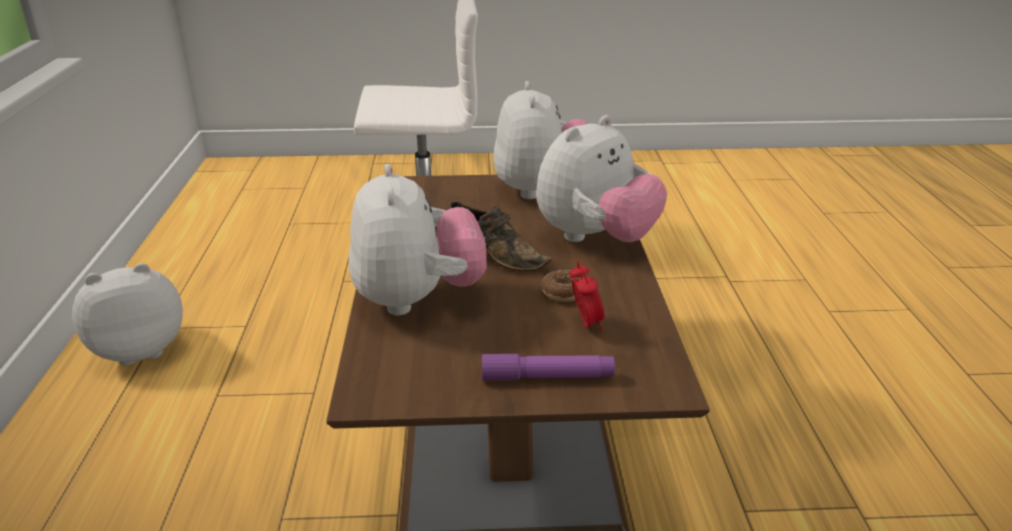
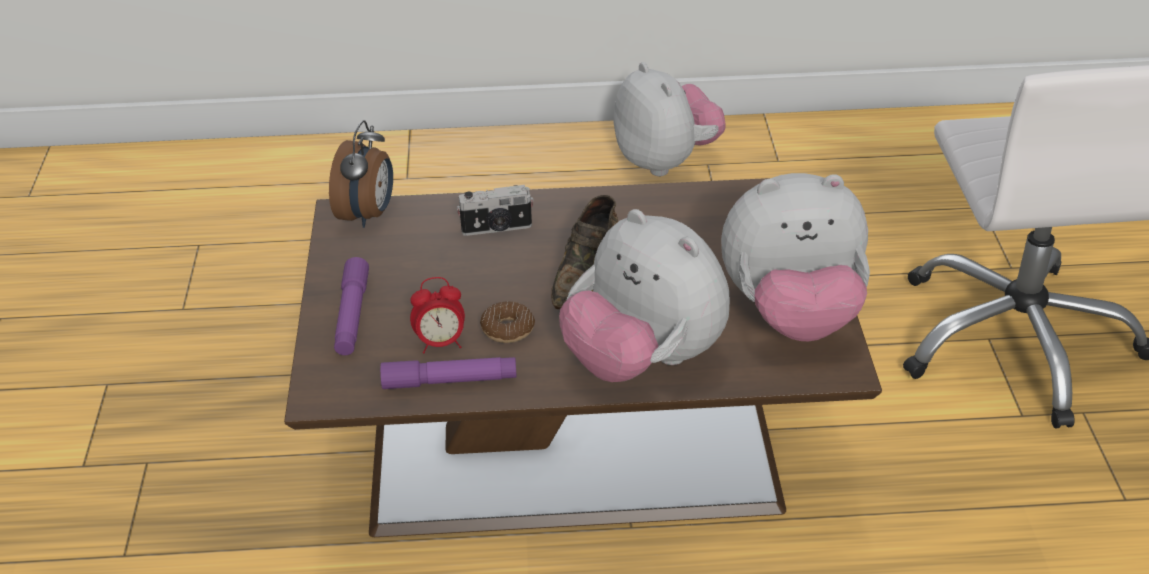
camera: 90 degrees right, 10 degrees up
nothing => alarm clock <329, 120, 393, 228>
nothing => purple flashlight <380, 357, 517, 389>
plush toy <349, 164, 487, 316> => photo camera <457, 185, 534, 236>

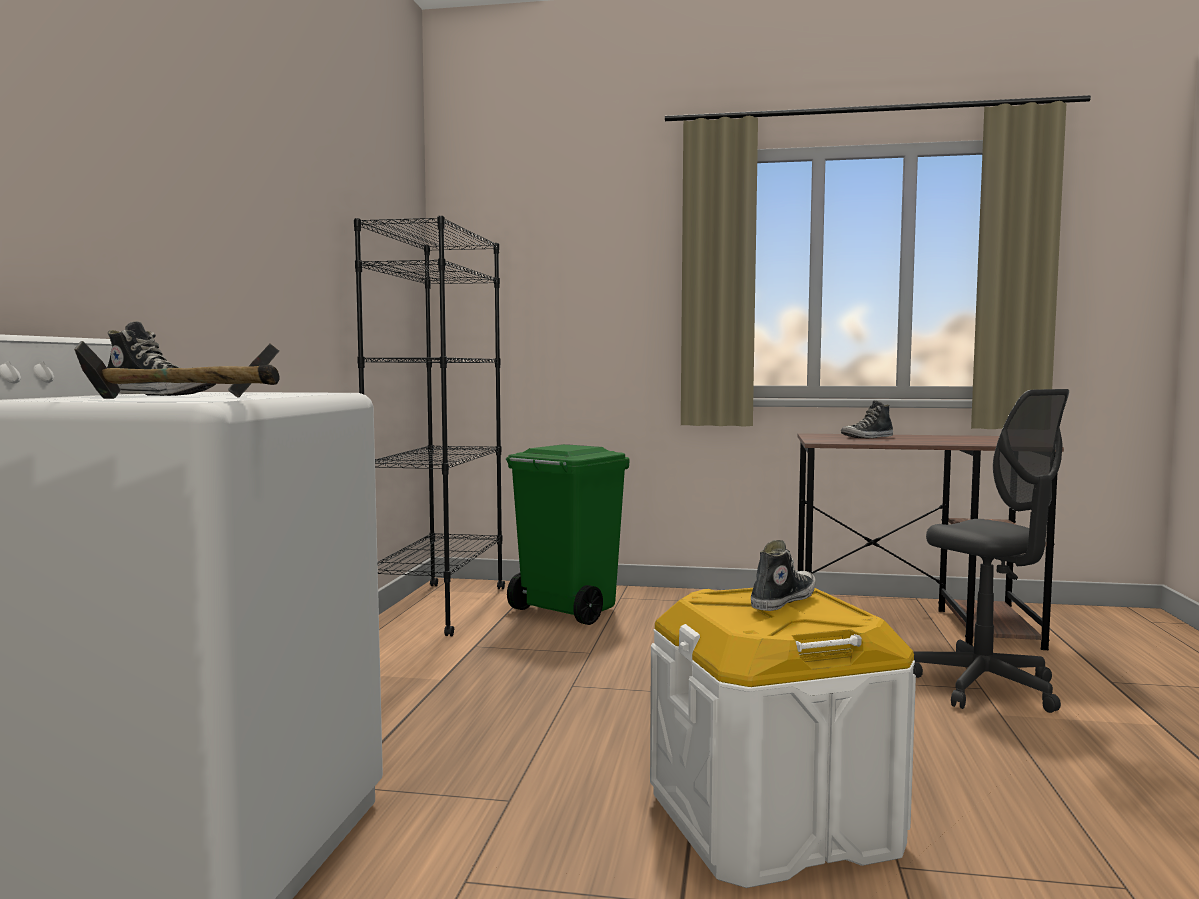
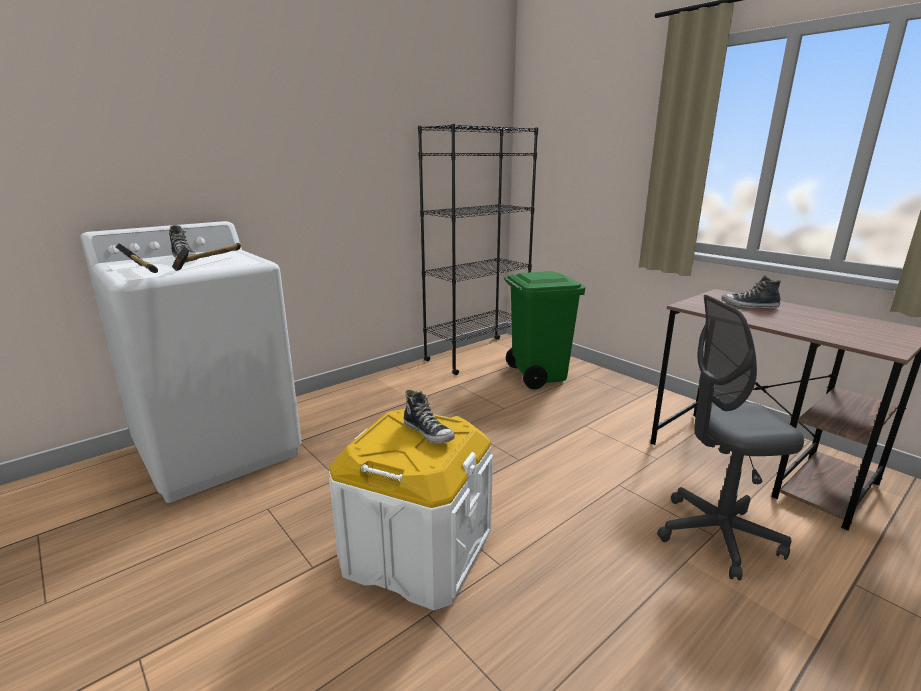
camera: 40 degrees right, 15 degrees up
shoe <751, 540, 816, 611> => shoe <404, 390, 455, 443>, 60 degrees clockwise
grey office chair <913, 389, 1069, 713> => grey office chair <657, 295, 804, 581>, 75 degrees clockwise

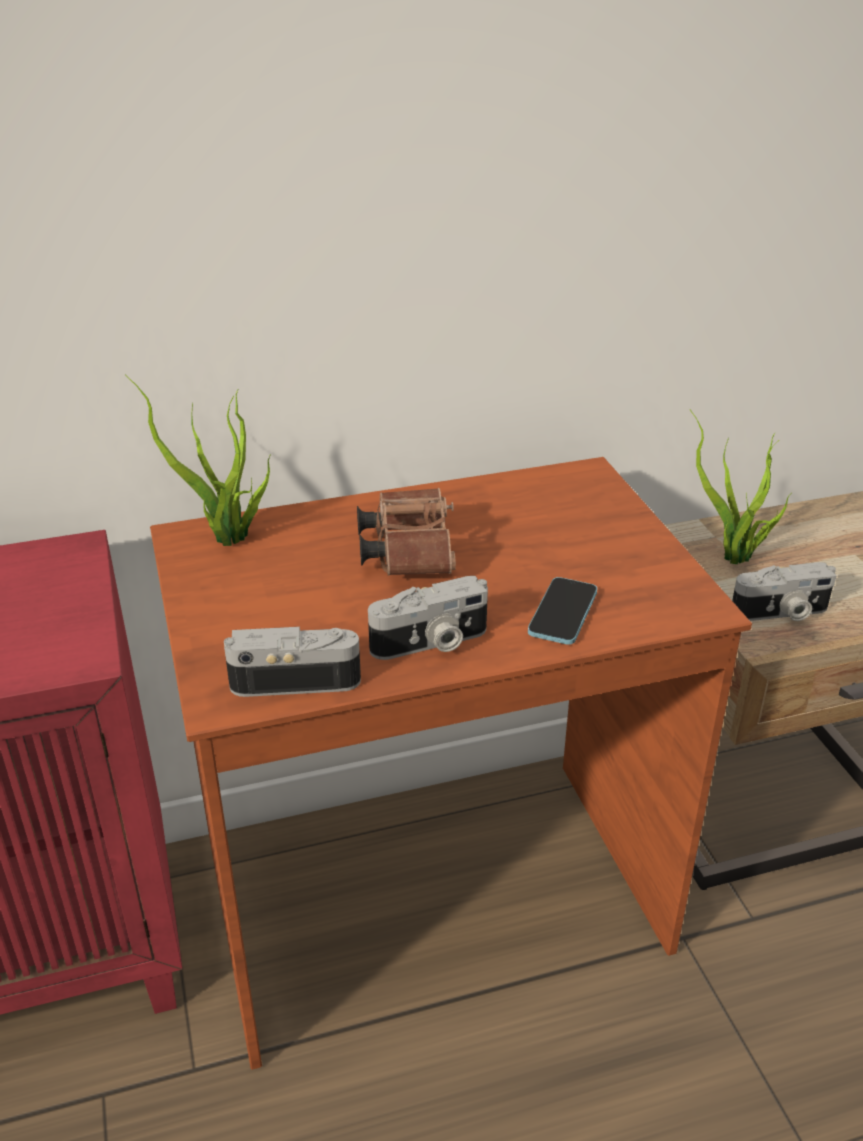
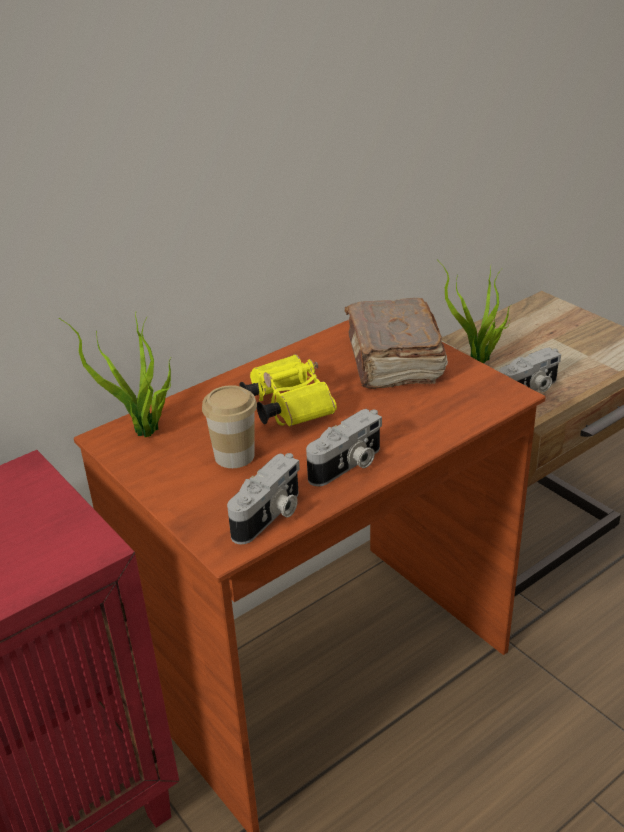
camera: 20 degrees left, 0 degrees up
nothing => cup <202, 385, 257, 468>
photo camera <224, 627, 361, 697> => photo camera <227, 453, 300, 544>, 150 degrees clockwise
brown binoculars <357, 488, 456, 576> => yellow binoculars <239, 354, 337, 426>
nothing => brown book <345, 298, 448, 389>
phone <528, 577, 597, 645> => nothing

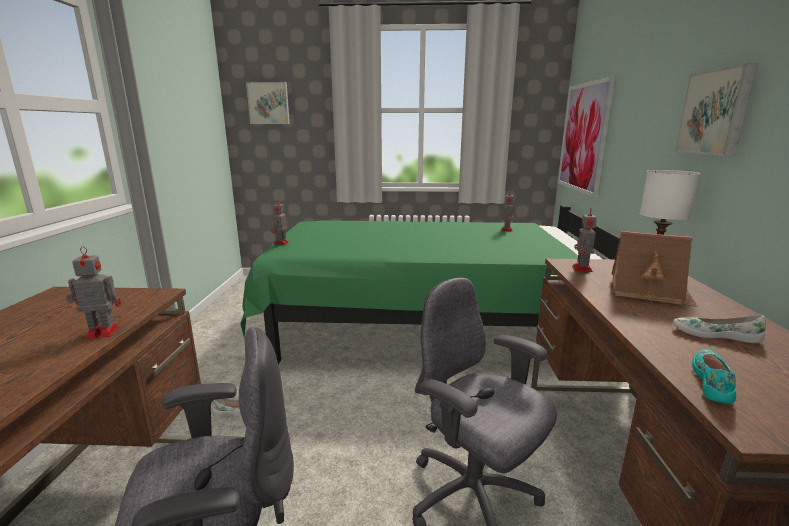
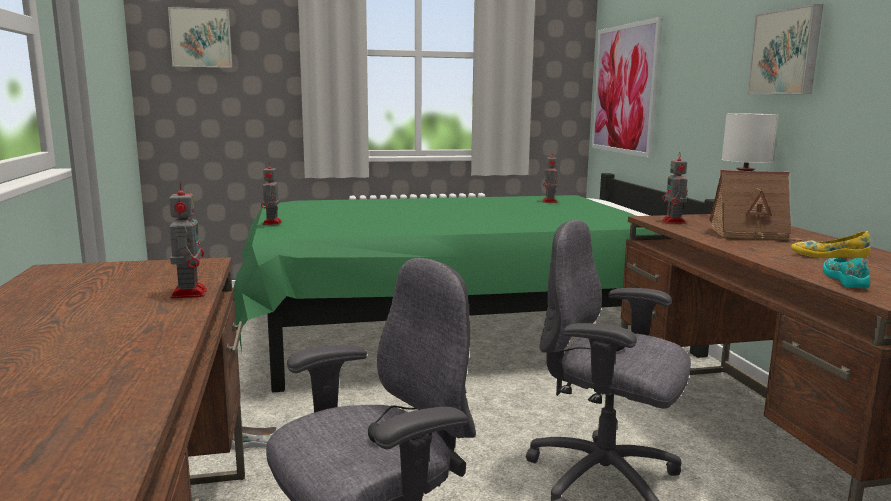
camera: 15 degrees left, 5 degrees down
toy robot <66, 246, 121, 339> => toy robot <169, 180, 207, 298>, 105 degrees clockwise
white shoe <673, 315, 766, 343> => yellow shoe <791, 231, 870, 258>

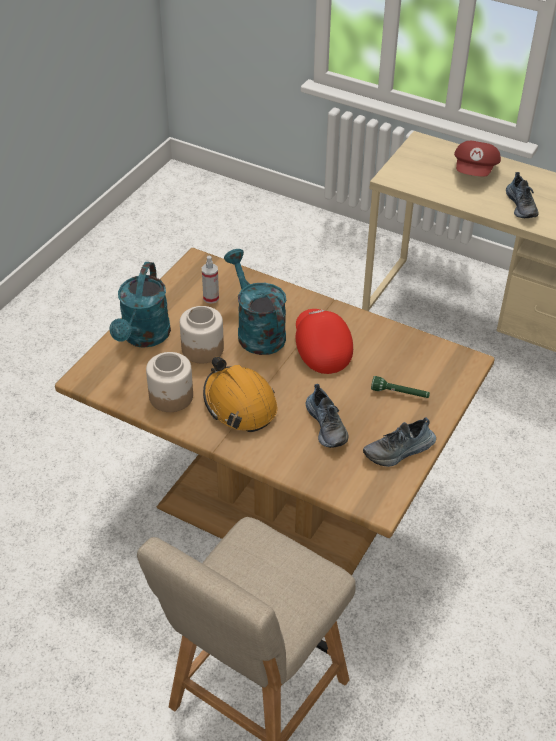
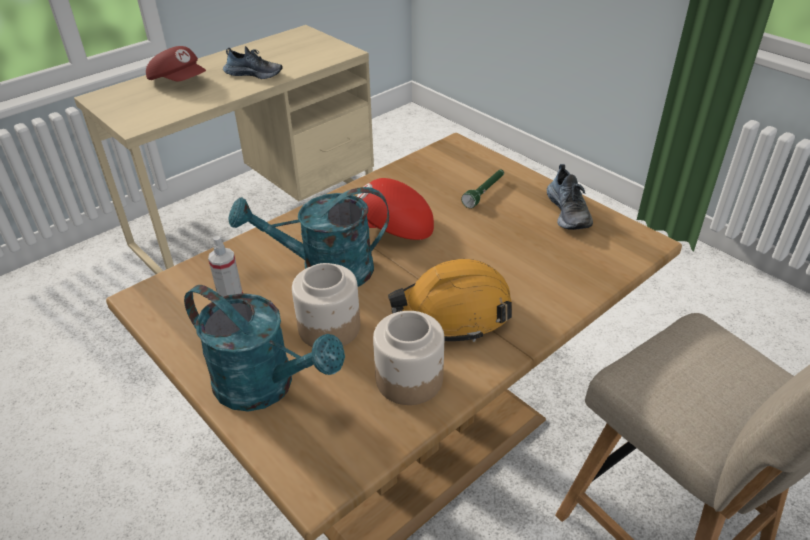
camera: 70 degrees left, 5 degrees down
shoe <306, 384, 348, 448> => nothing

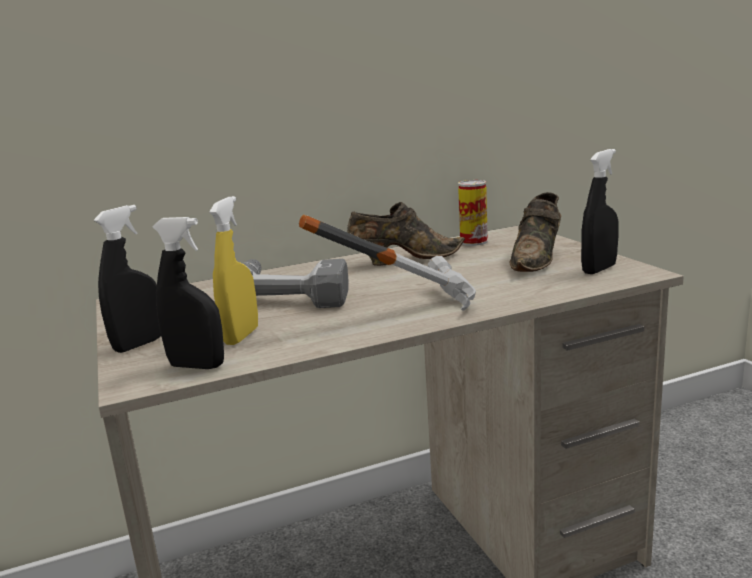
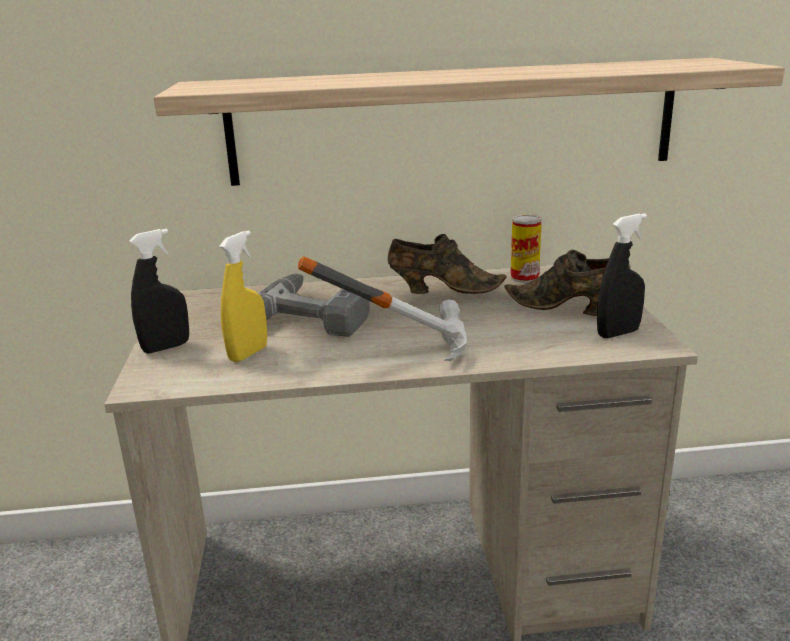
camera: 15 degrees right, 5 degrees up
nothing => shelf <154, 58, 785, 186>
brown shoe <509, 192, 561, 272> => brown shoe <504, 250, 630, 316>, 75 degrees clockwise
black spray bottle <152, 217, 224, 369> => nothing

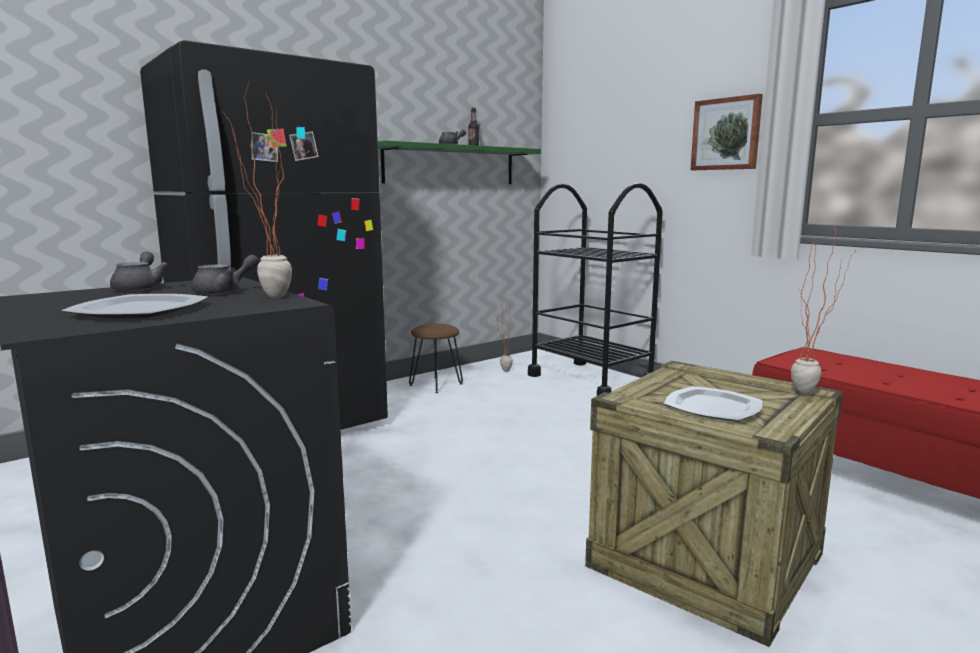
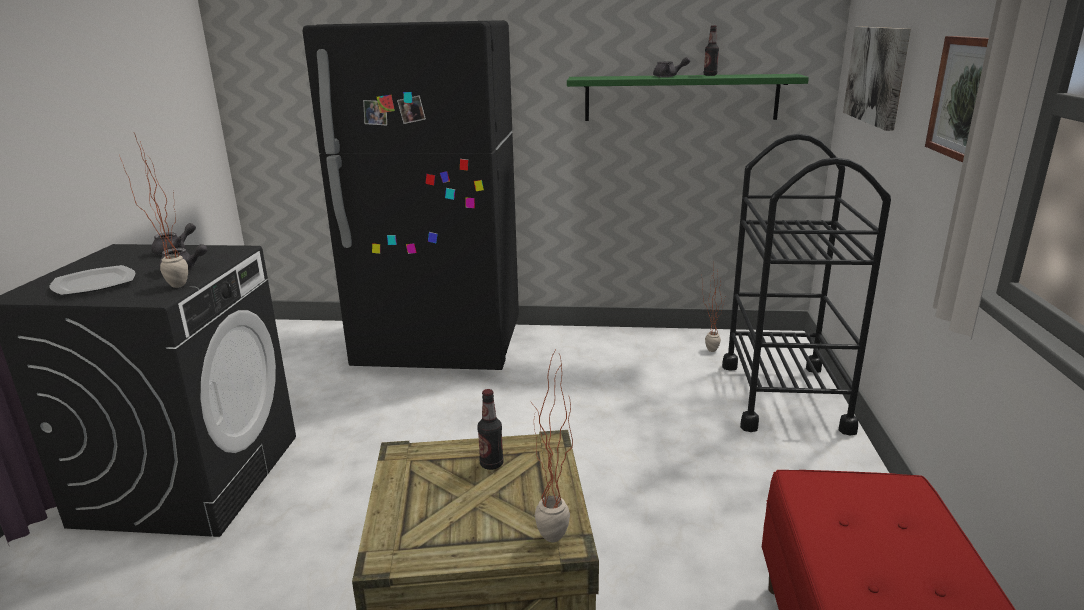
camera: 45 degrees right, 10 degrees up
nothing => bottle <477, 389, 504, 470>
nothing => picture <843, 27, 911, 131>
brown stool <409, 324, 463, 393> => nothing
plate <664, 386, 762, 421> => nothing

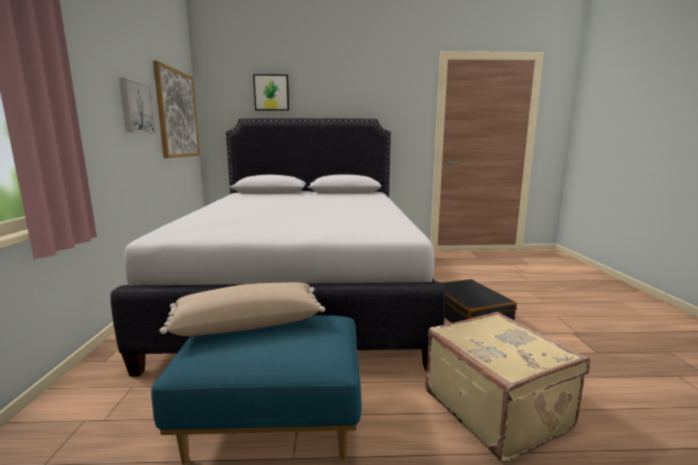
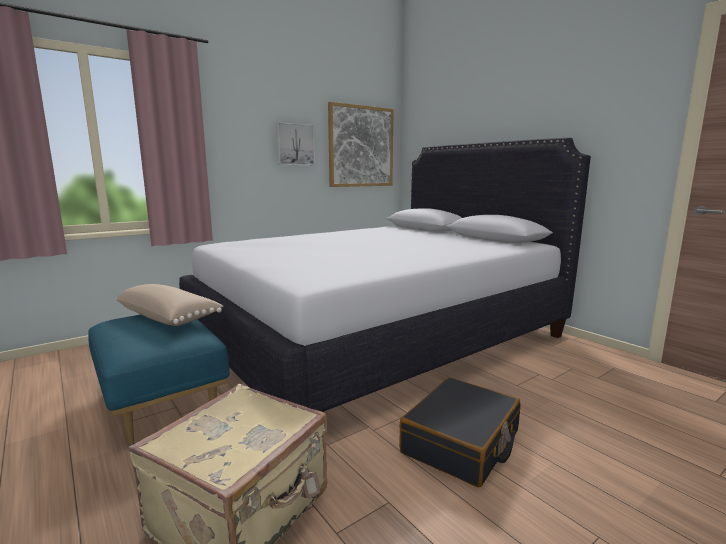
camera: 55 degrees right, 0 degrees up
picture <253, 74, 289, 111> => nothing

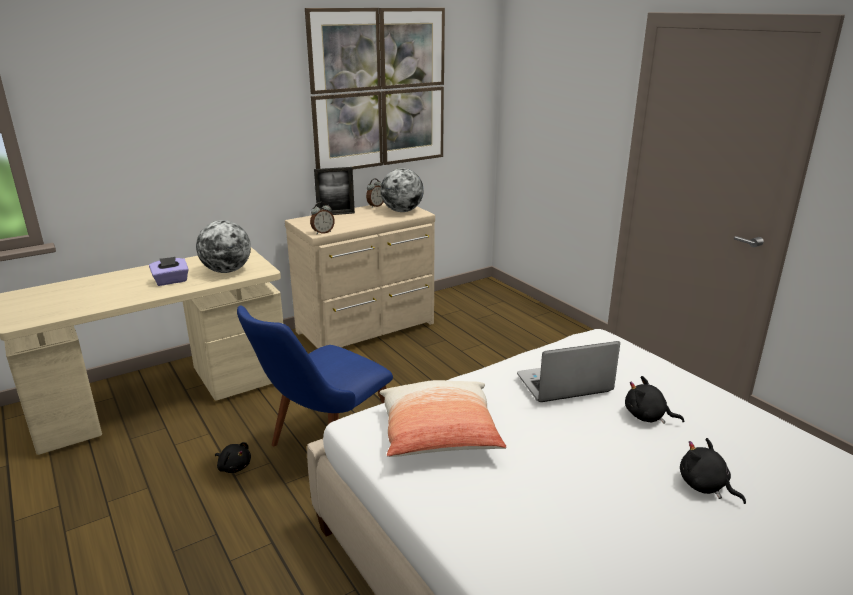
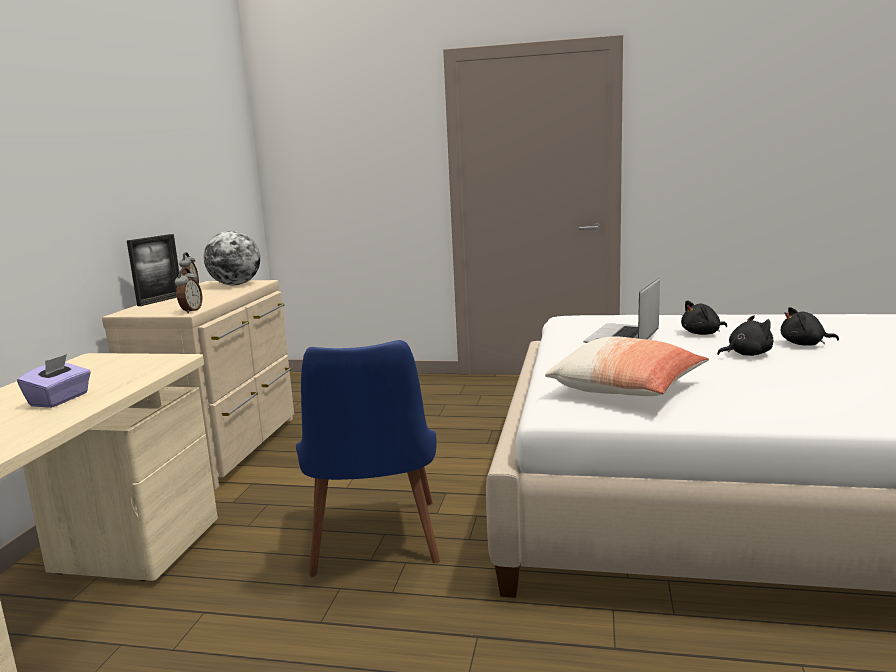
camera: 45 degrees left, 10 degrees down
black plush toy <215, 442, 251, 473> => black plush toy <717, 316, 773, 356>, relocated
globe <196, 220, 251, 273> => nothing
picture <305, 8, 445, 169> => nothing

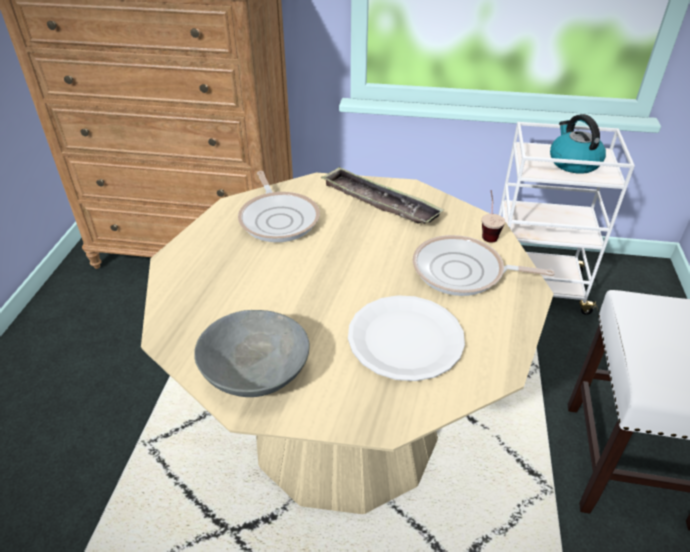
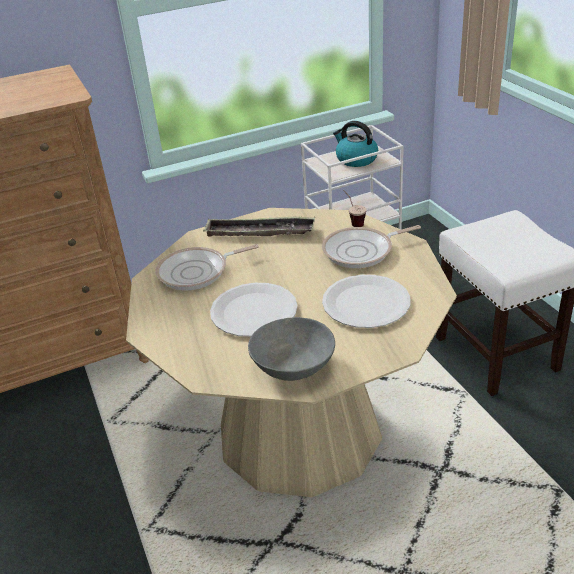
camera: 30 degrees left, 5 degrees down
frying pan <238, 171, 320, 242> => frying pan <155, 244, 259, 290>, 120 degrees clockwise
nothing => white plate <210, 283, 298, 337>

